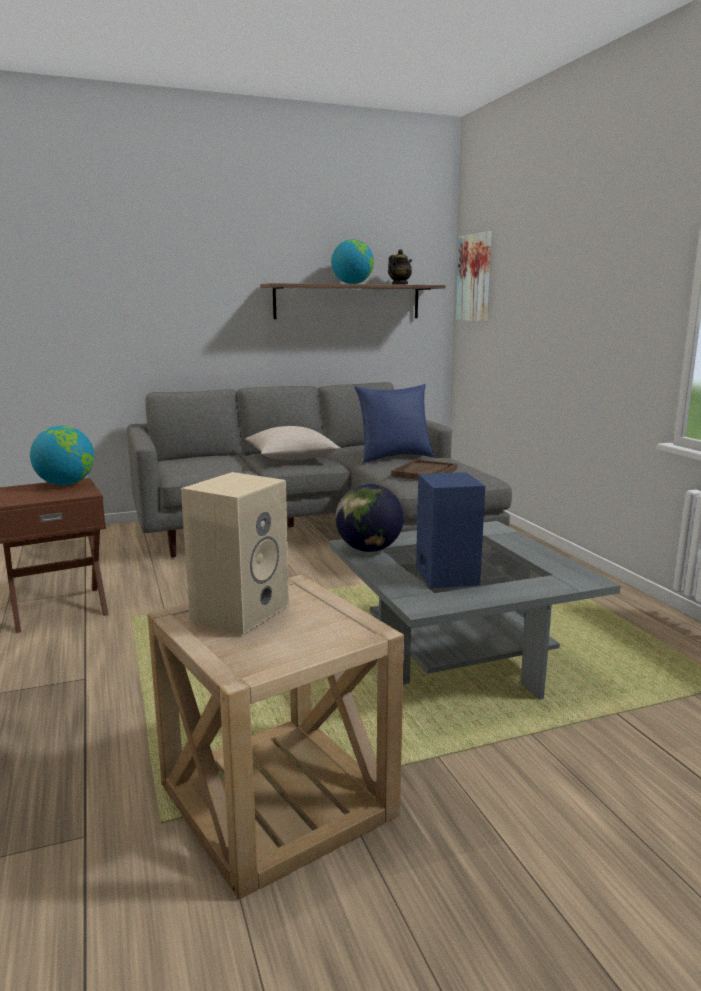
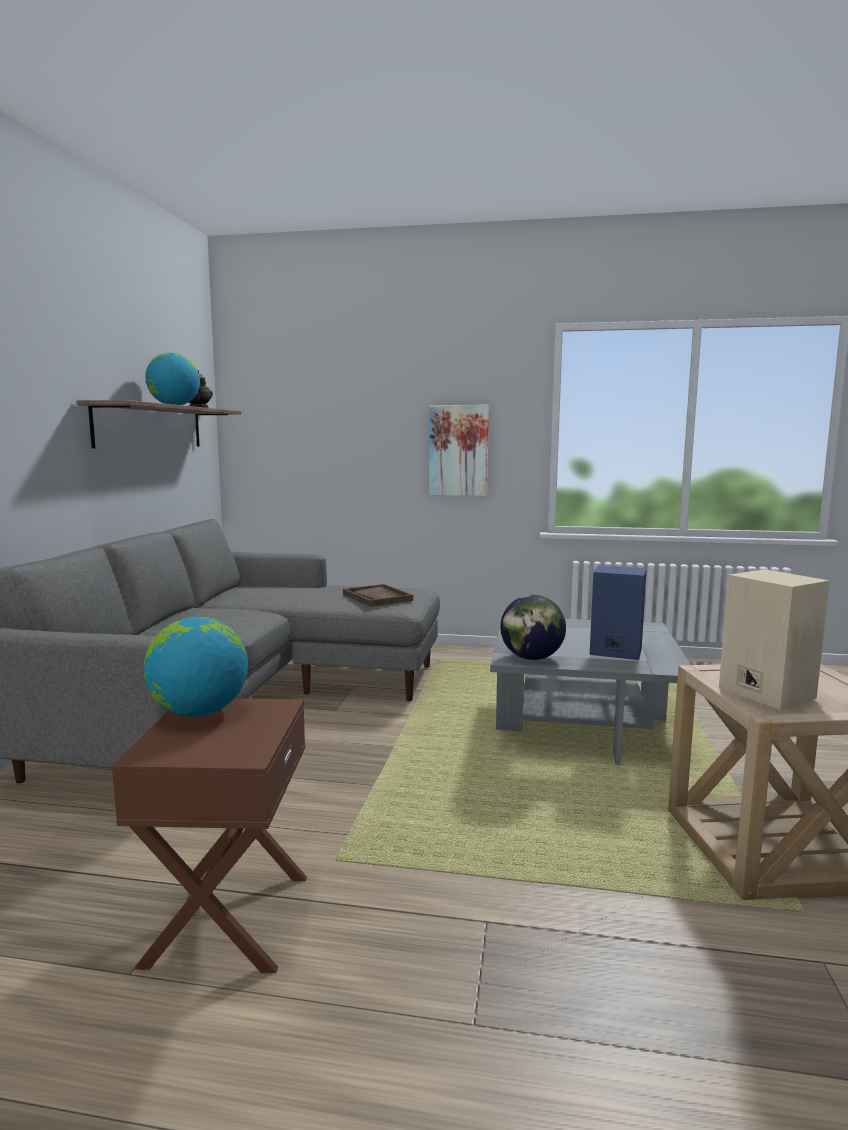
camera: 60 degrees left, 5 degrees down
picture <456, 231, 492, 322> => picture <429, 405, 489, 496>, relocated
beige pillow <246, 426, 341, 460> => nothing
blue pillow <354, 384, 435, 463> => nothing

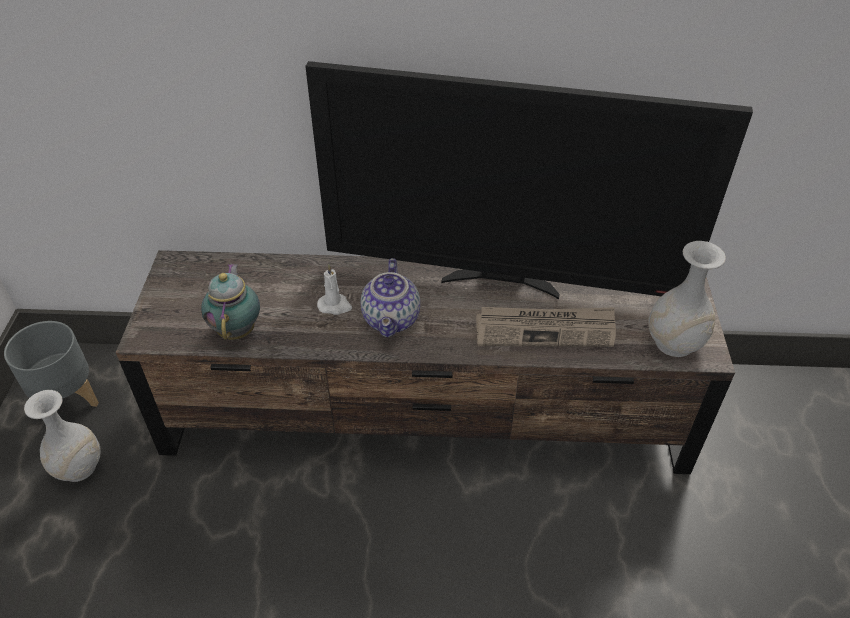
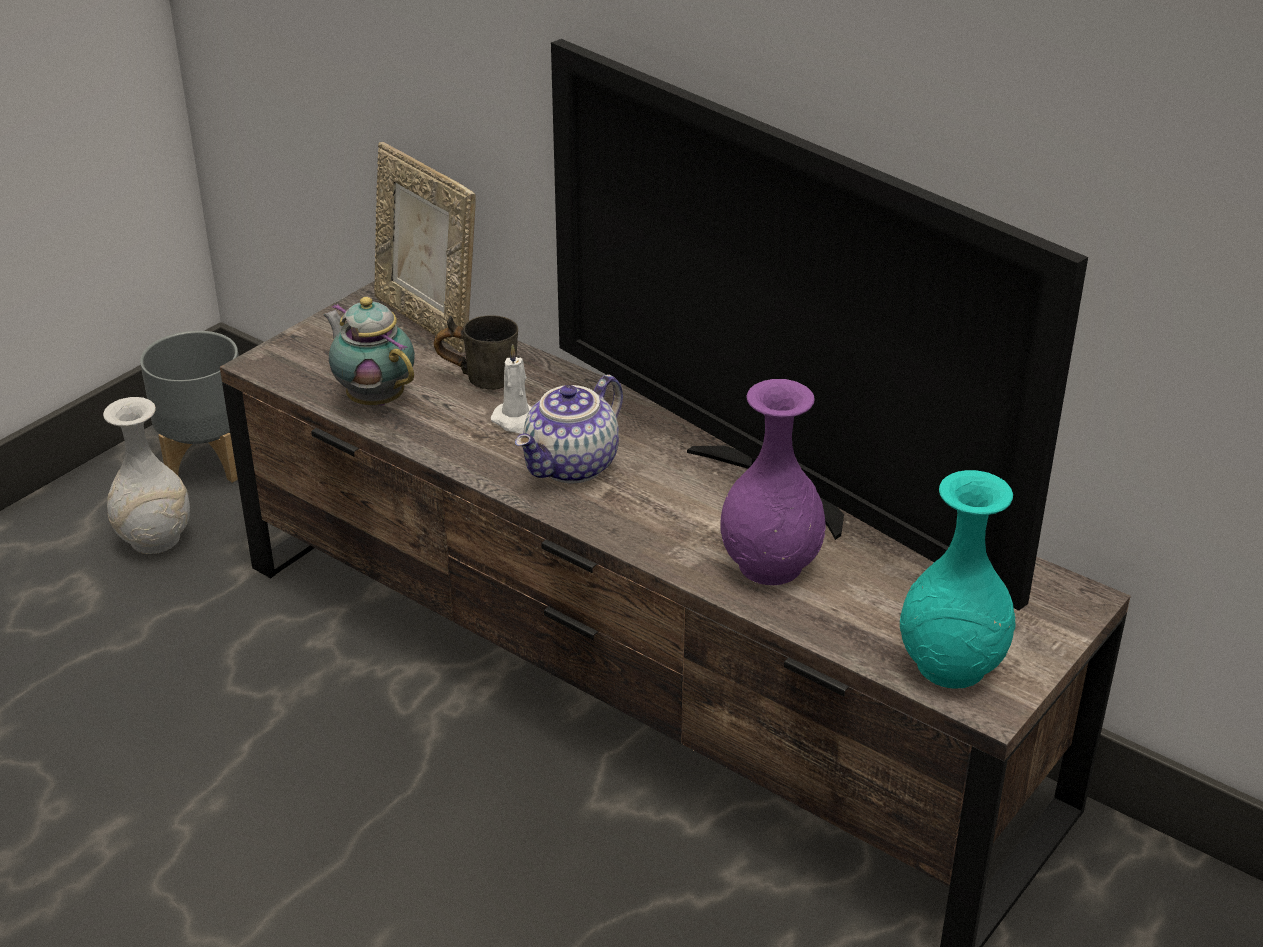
camera: 35 degrees right, 10 degrees down
teapot <201, 264, 260, 340> => teapot <323, 297, 415, 406>, 75 degrees counterclockwise
nothing => picture frame <374, 142, 476, 353>
nothing => grey mug <434, 315, 518, 390>
newspaper <476, 307, 616, 347> => purple vase <720, 379, 826, 585>
white vase <648, 241, 726, 357> => turquoise vase <900, 470, 1015, 689>

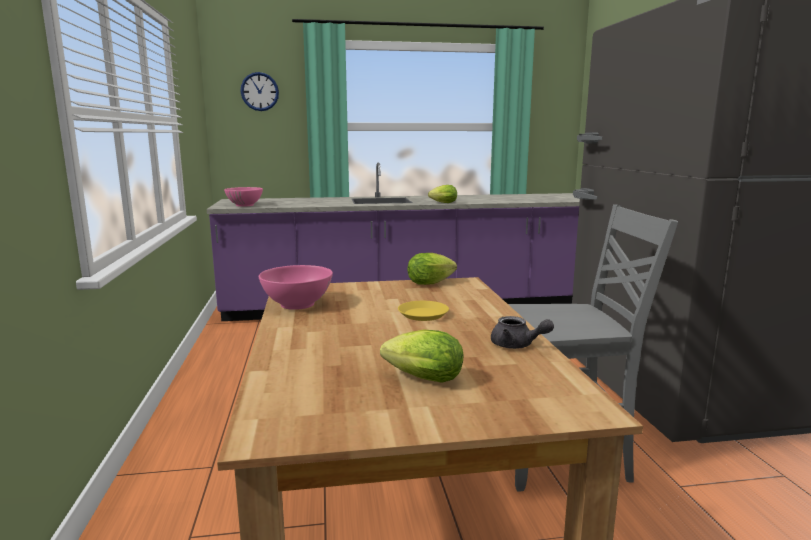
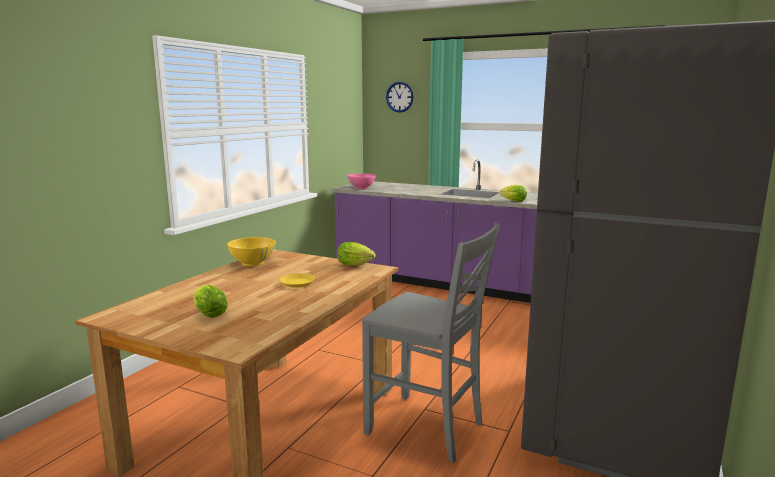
camera: 35 degrees right, 0 degrees up
pink bowl <259, 265, 333, 310> => yellow bowl <227, 237, 276, 266>
grey teapot <491, 316, 554, 349> => nothing

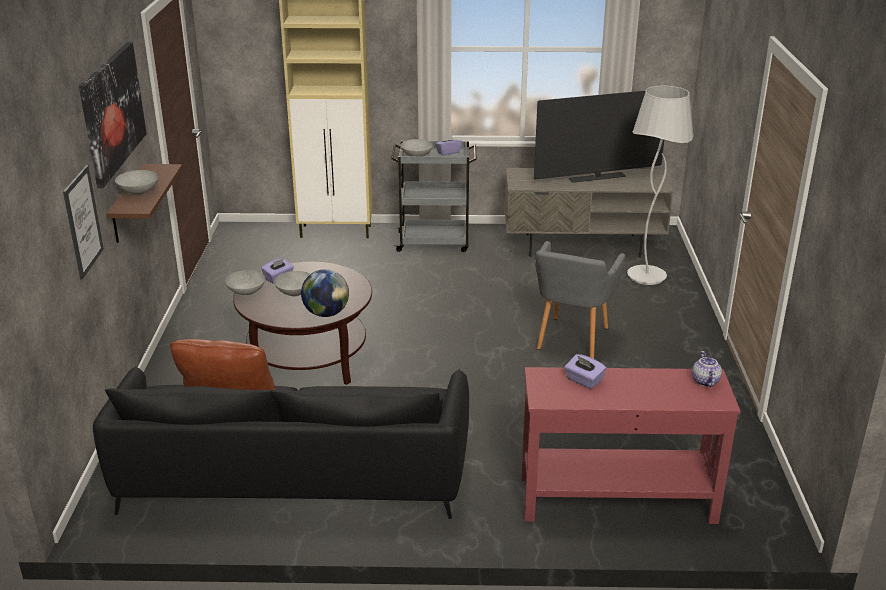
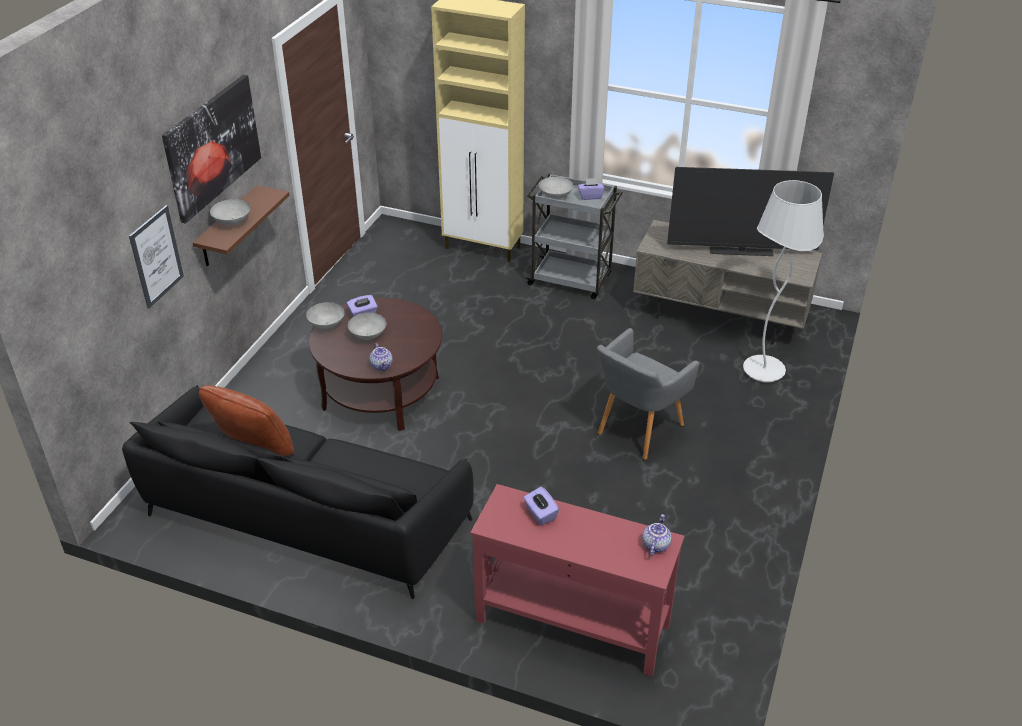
camera: 20 degrees right, 10 degrees up
globe <301, 269, 349, 317> => teapot <370, 343, 393, 371>

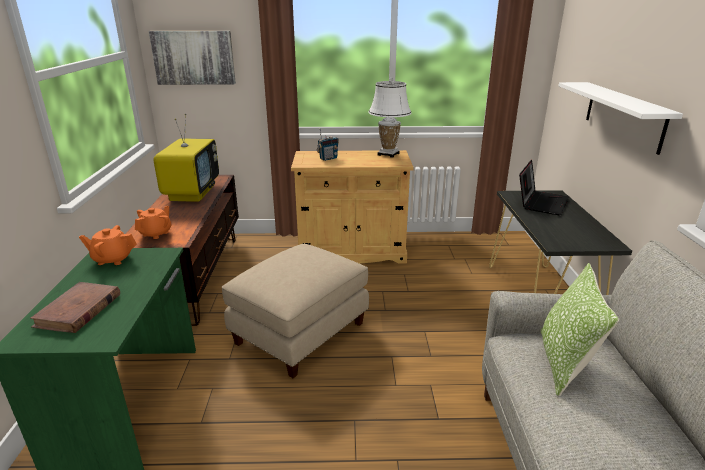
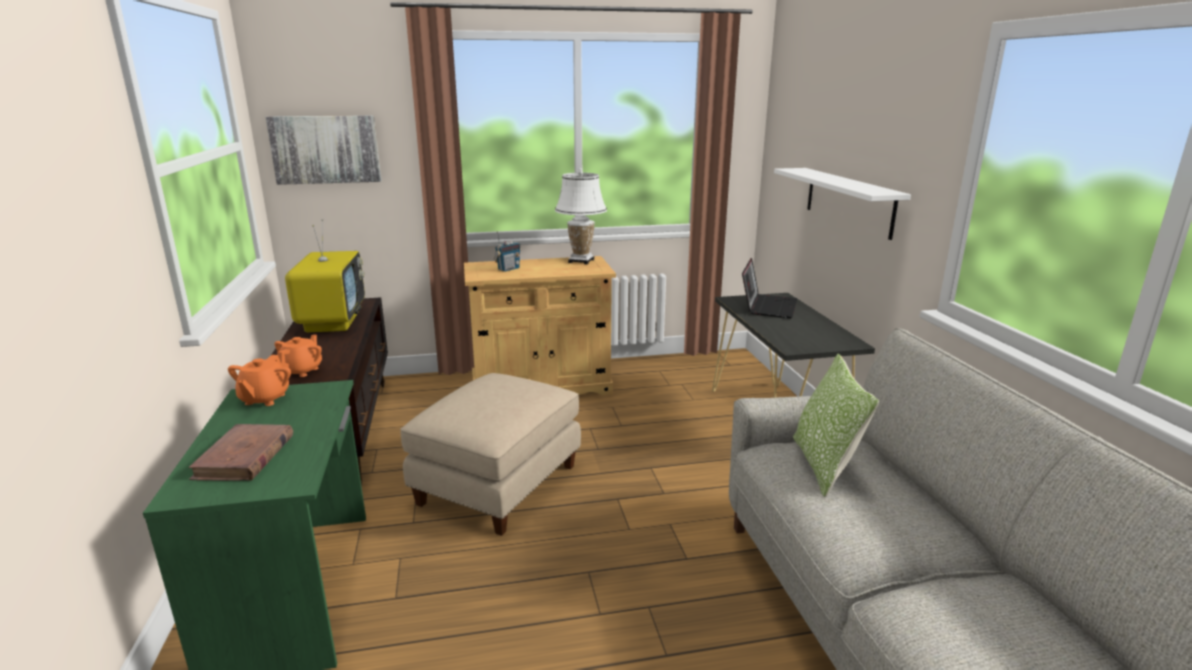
camera: 10 degrees left, 5 degrees down
orange teapot <79, 225, 137, 265> => orange teapot <228, 355, 291, 406>, 75 degrees counterclockwise

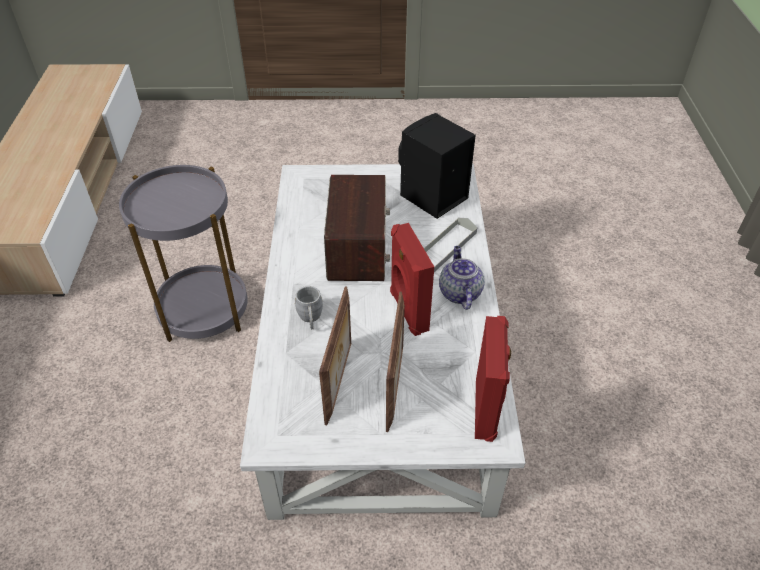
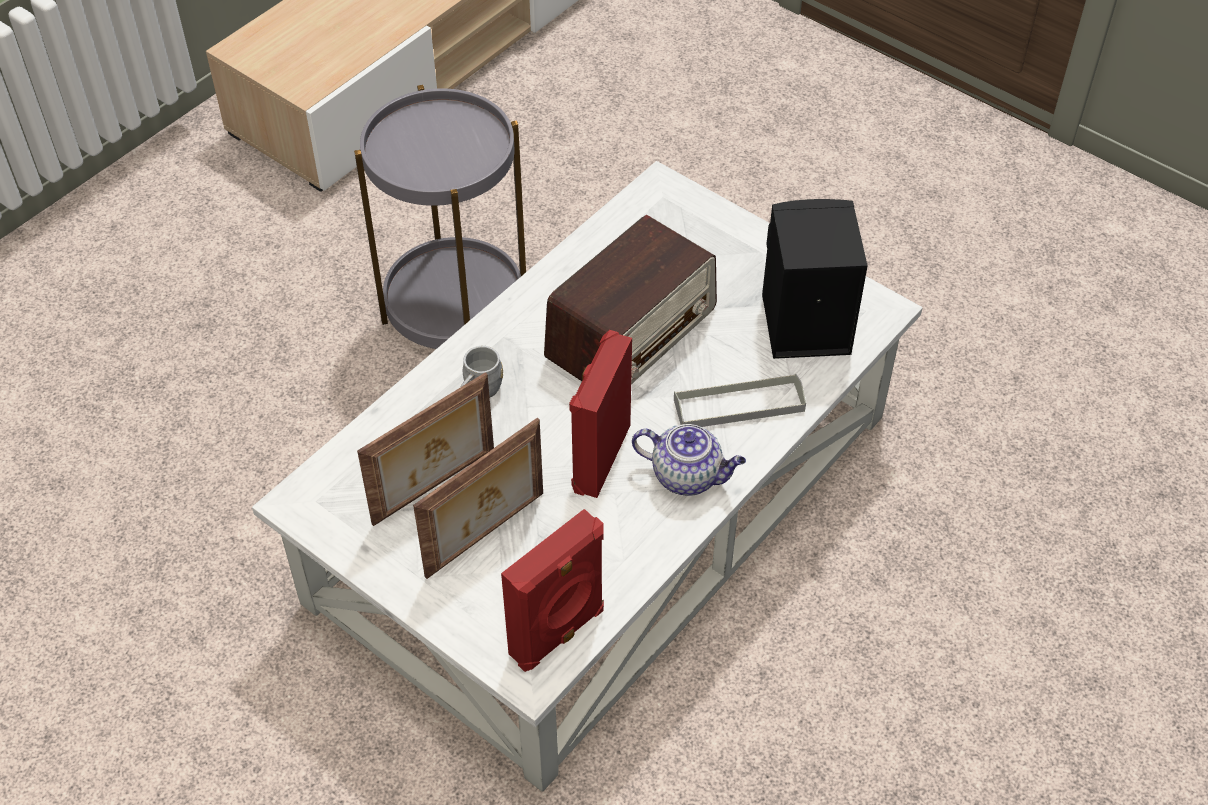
camera: 40 degrees right, 5 degrees up
teapot <439, 246, 485, 310> => teapot <632, 424, 746, 496>, 75 degrees clockwise

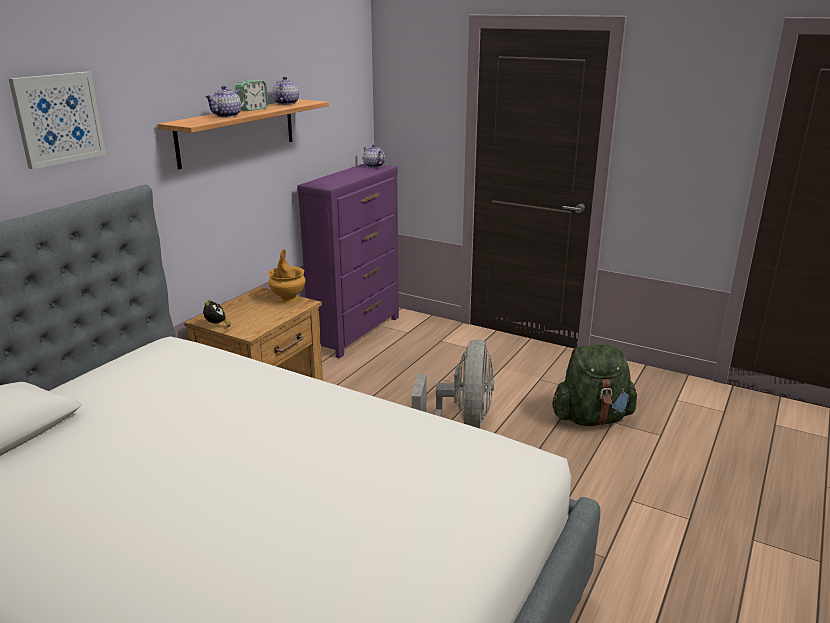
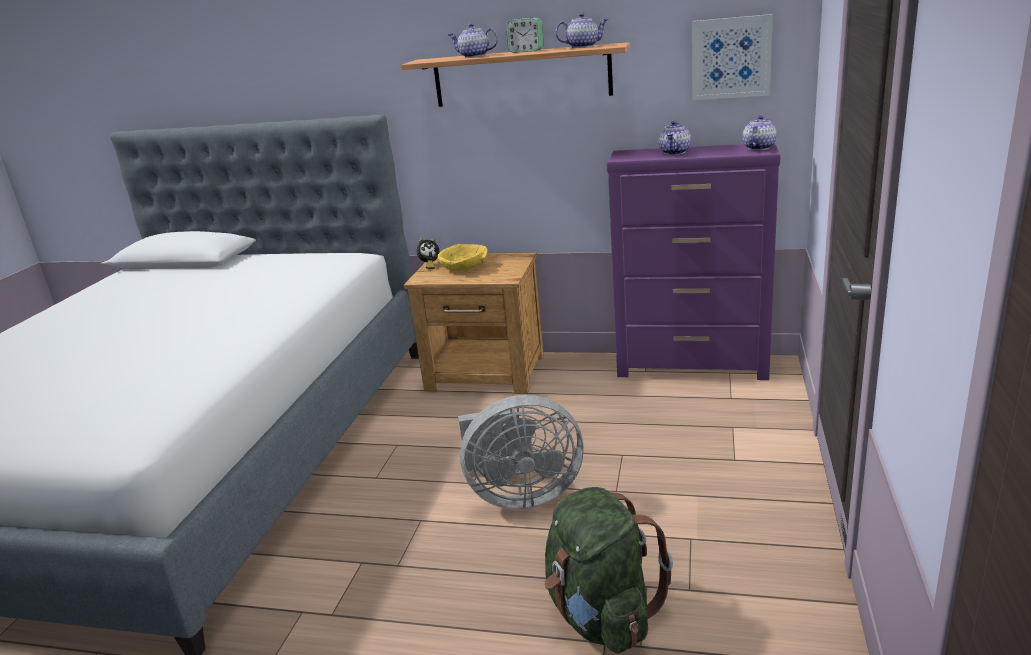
camera: 75 degrees right, 0 degrees up
nothing => yellow bowl <438, 244, 488, 271>
nothing => teapot <658, 121, 691, 155>
picture <9, 72, 106, 169> => picture <692, 14, 773, 100>, relocated
brown vase <268, 249, 306, 304> => nothing

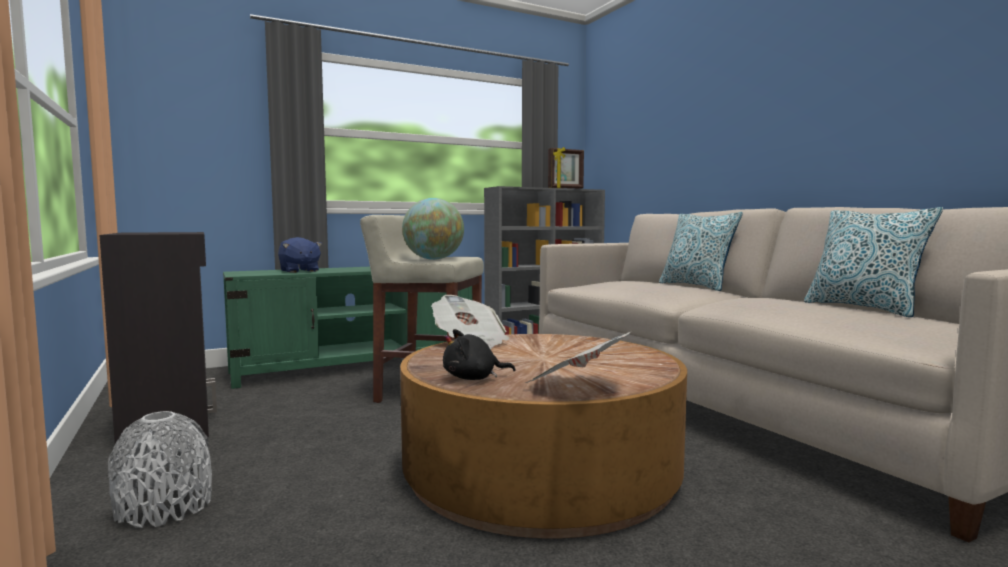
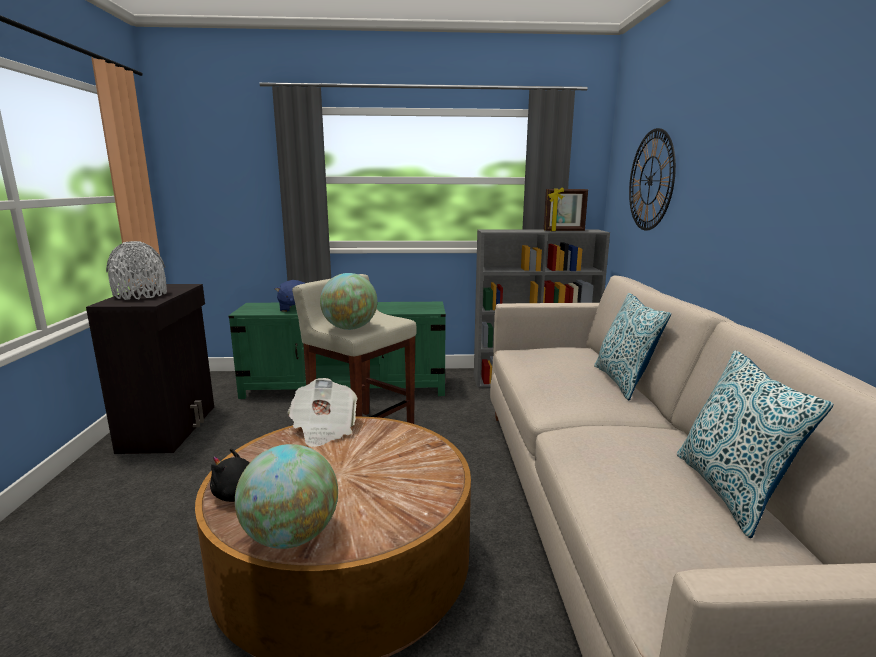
camera: 25 degrees right, 10 degrees up
grey vase <108, 411, 212, 528> => grey vase <106, 241, 167, 300>, relocated
newspaper <526, 332, 631, 383> => globe <235, 444, 338, 549>
nothing => wall clock <629, 128, 676, 231>

